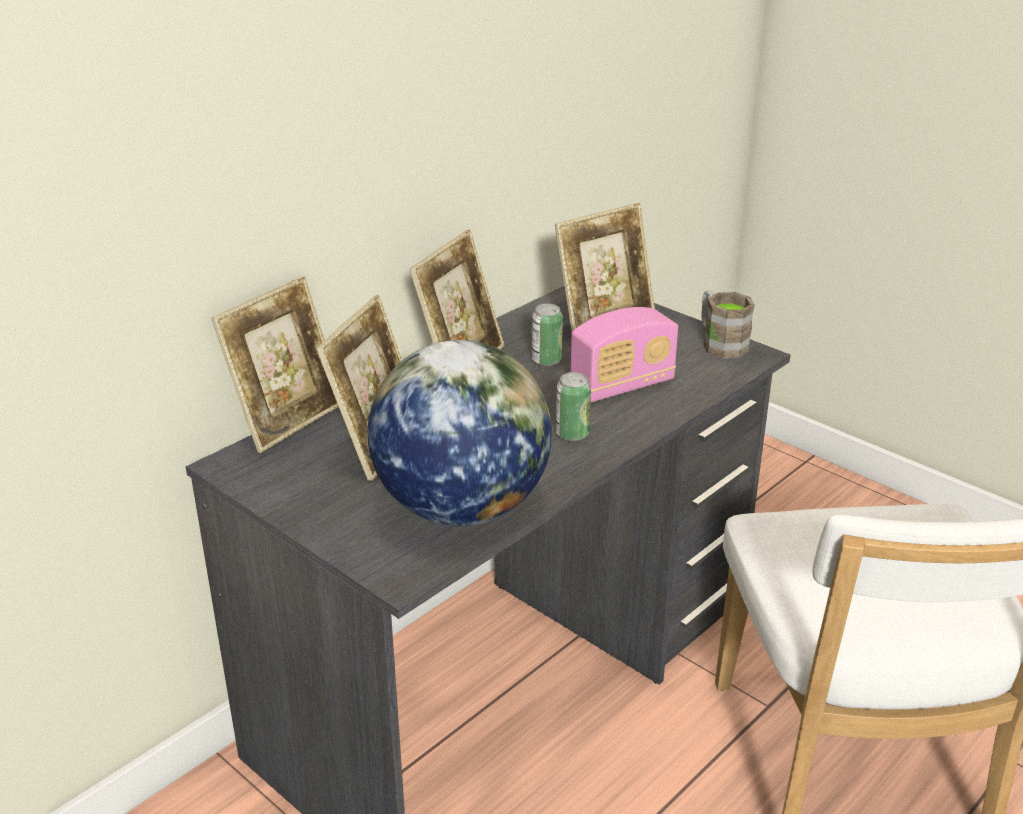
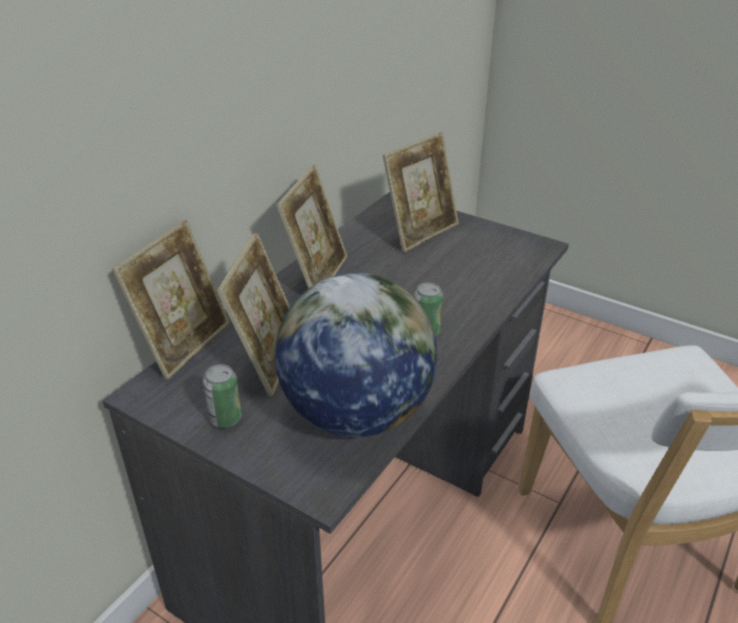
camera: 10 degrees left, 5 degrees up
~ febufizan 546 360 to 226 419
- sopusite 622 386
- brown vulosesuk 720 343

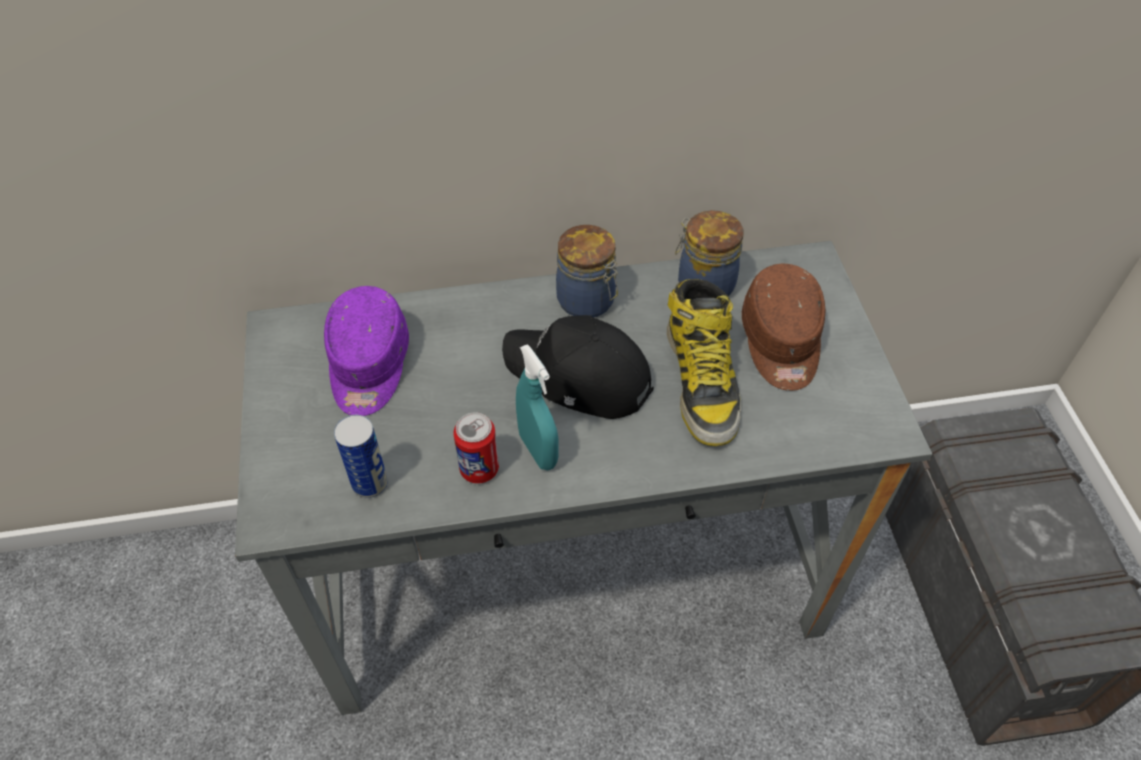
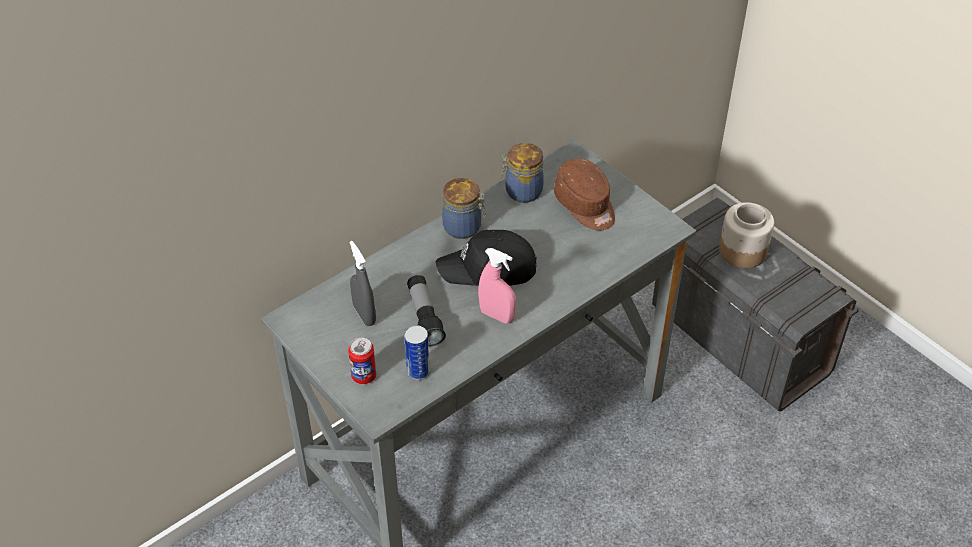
camera: 30 degrees left, 5 degrees down
~ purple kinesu 368 366 to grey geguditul 364 315
~ febufizan 479 469 to 364 376
~ turquoise geguditul 538 450 to pink geguditul 497 315
- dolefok 701 381
+ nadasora 425 317
+ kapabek 742 251

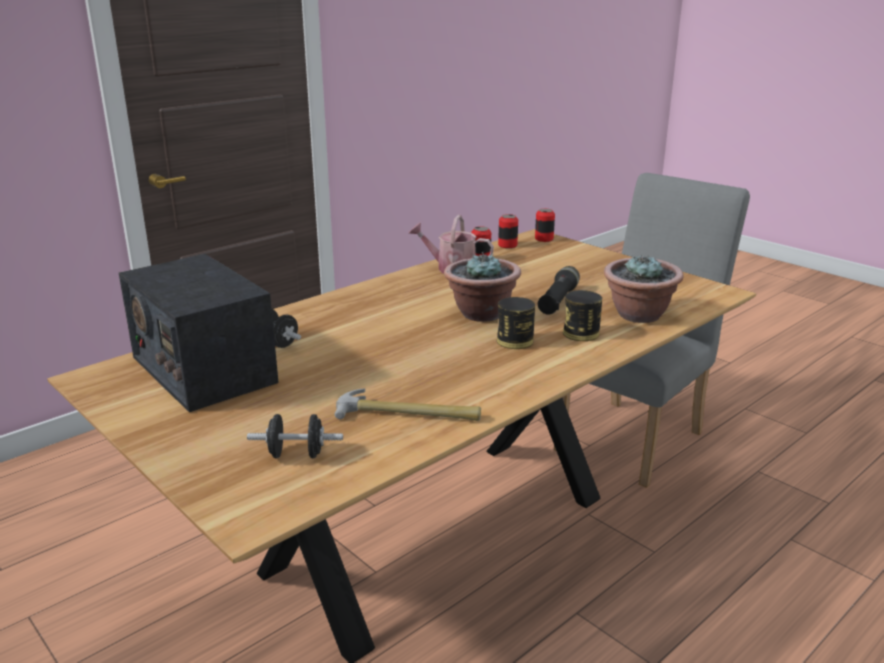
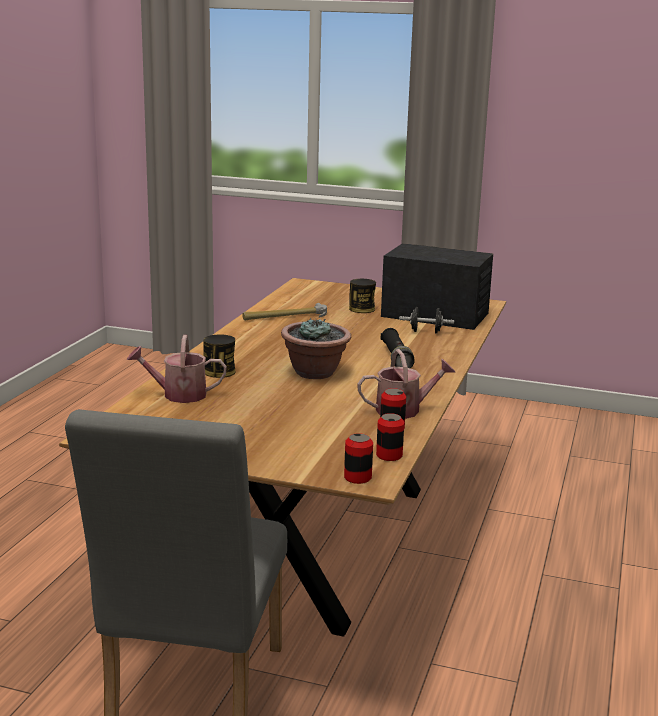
camera: 150 degrees right, 5 degrees down
- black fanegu 296 454
~ febufizan 515 341 to 362 309
~ black nadasora 558 301 to 396 358
~ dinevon 638 315 to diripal 178 395

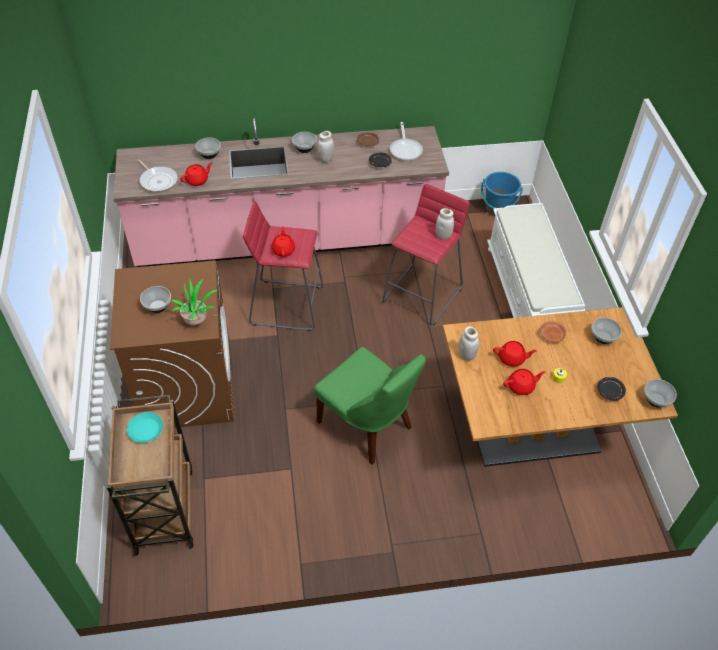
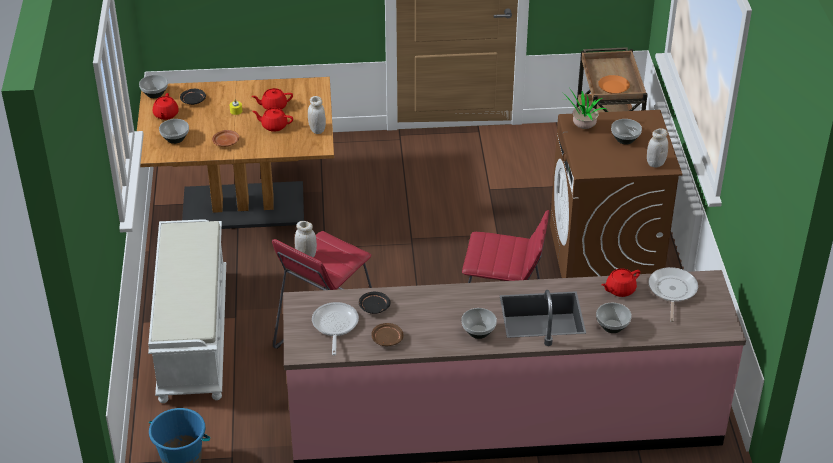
camera: 175 degrees left, 10 degrees down
~ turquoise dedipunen 145 430 to orange dedipunen 613 87
~ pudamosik 158 180 = 672 291 45 degrees clockwise
~ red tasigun 283 250 to 165 115
- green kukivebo 368 427
~ white kapabek 326 159 to 655 163

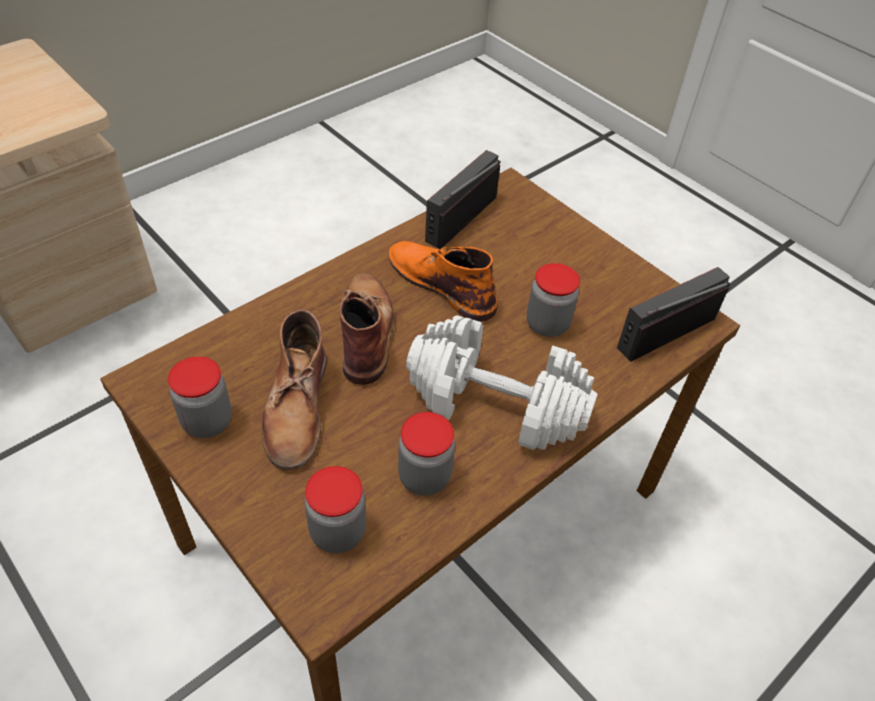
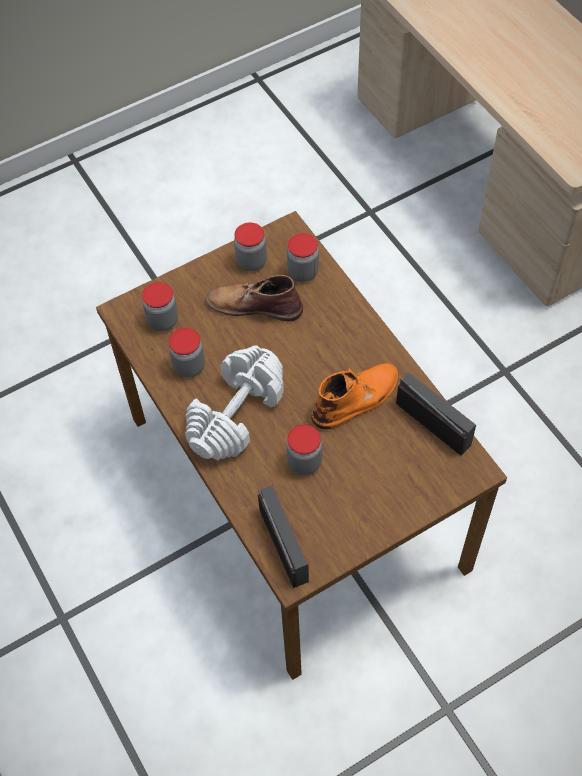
camera: 105 degrees right, 10 degrees up
- brown dolefok 366 330
+ kapabek 303 272

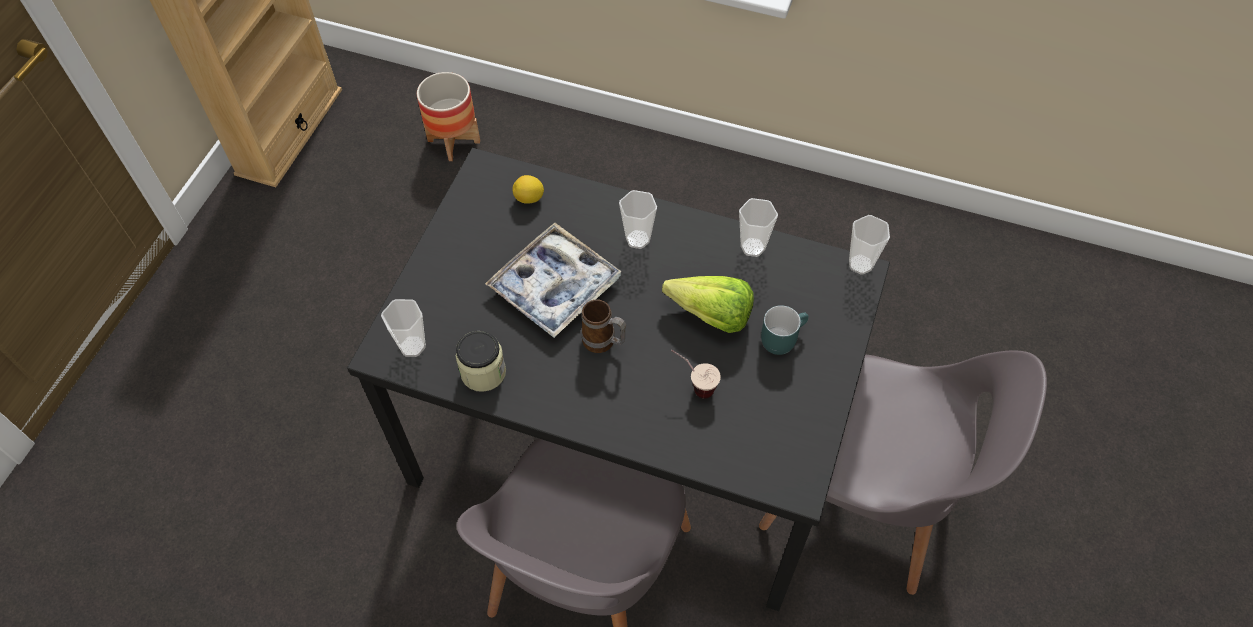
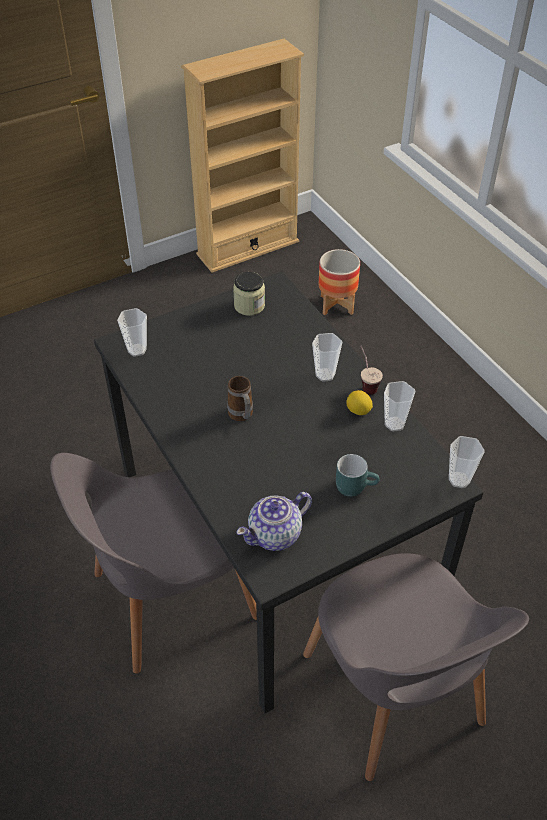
camera: 40 degrees right, 10 degrees down
~ kapabek 483 372 to 249 306
- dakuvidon 555 286
~ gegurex 529 198 to 358 411
- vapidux 705 312
~ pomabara 693 385 to 366 384
+ tasigun 275 534

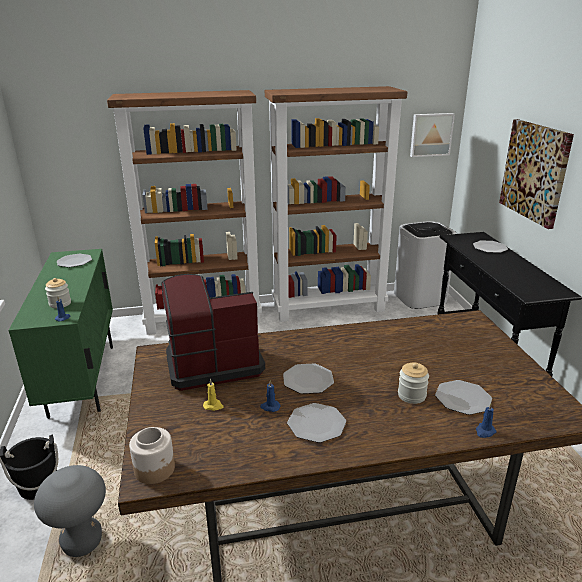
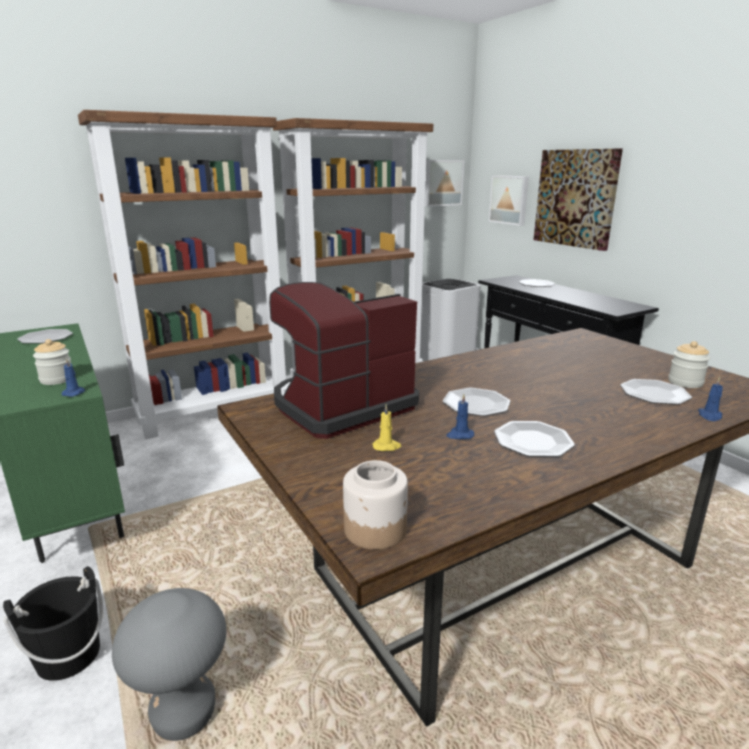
camera: 20 degrees left, 5 degrees down
~ kapabek 411 395 to 685 382
+ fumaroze 509 199

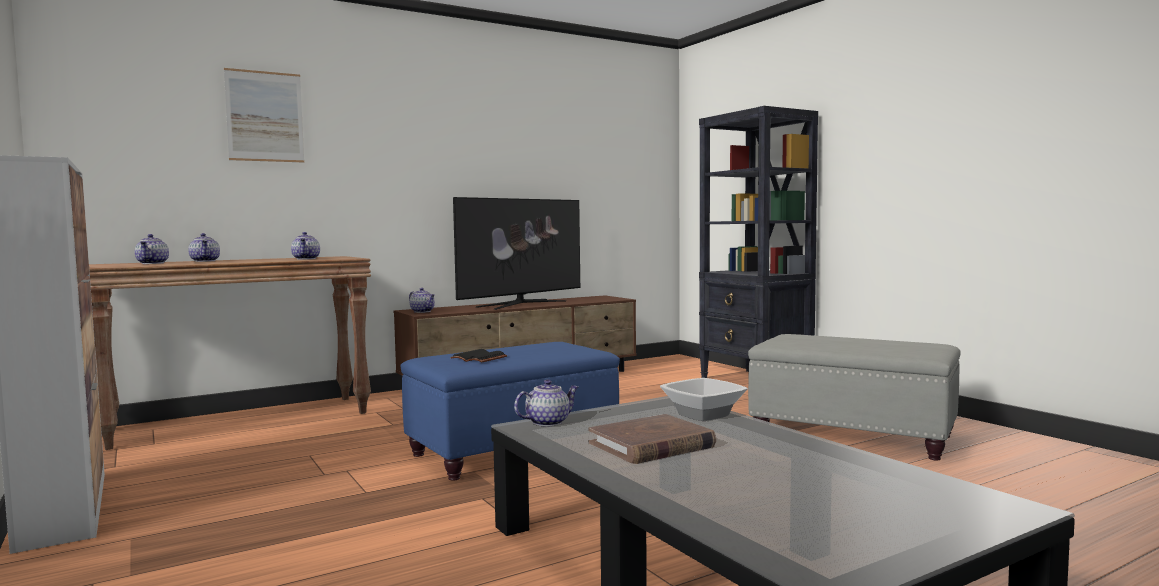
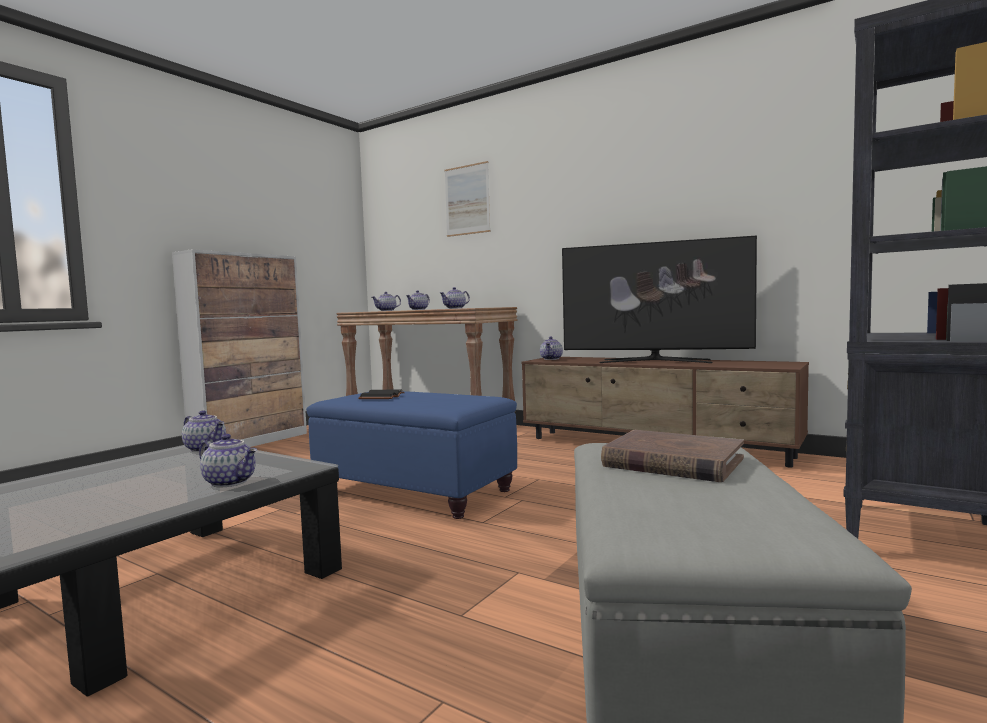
camera: 65 degrees right, 0 degrees up
~ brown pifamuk 651 445 to 672 462
~ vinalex 702 414 to tasigun 231 482

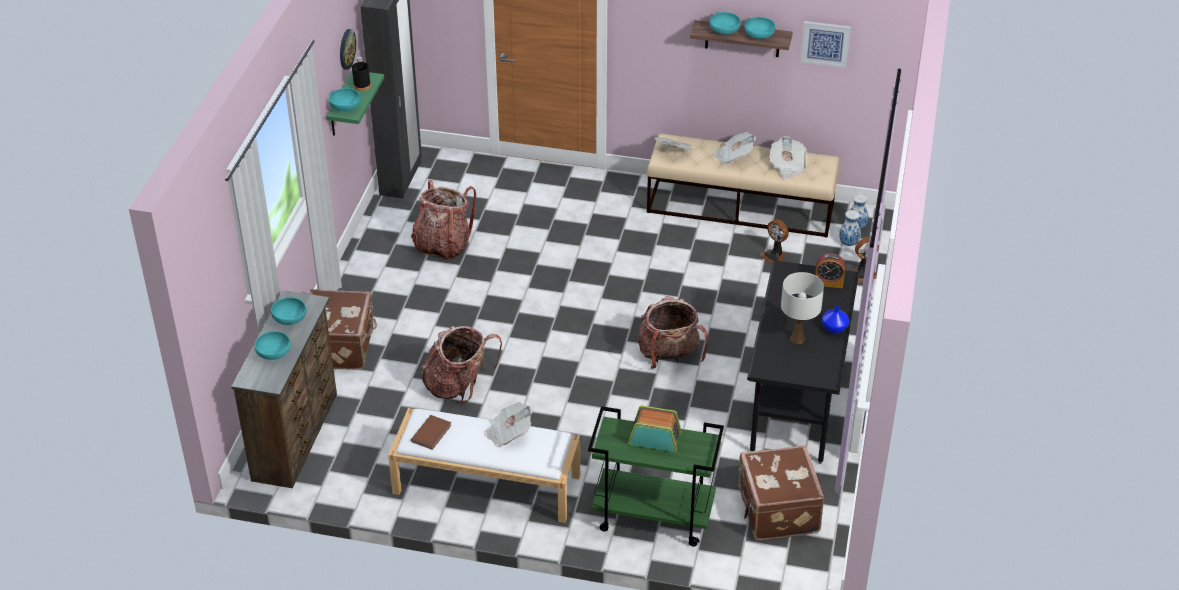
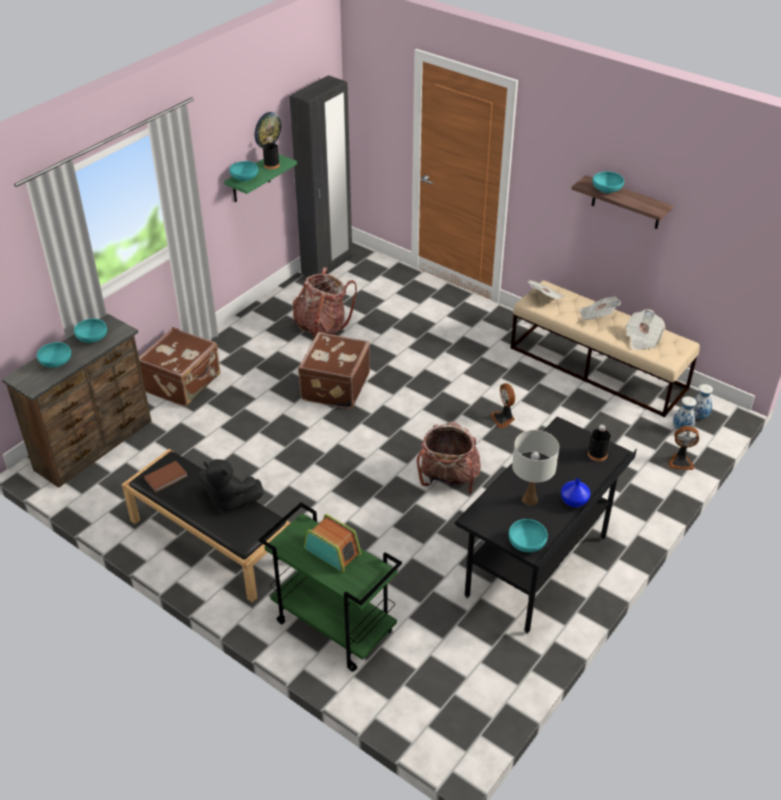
camera: 25 degrees right, 0 degrees up
~ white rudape 485 484 to black rudape 210 540
- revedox 458 386
~ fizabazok 508 433 to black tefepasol 229 500
~ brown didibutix 776 511 to 334 387
~ turquoise vinalex 759 35 to 526 543
~ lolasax 774 256 to 503 419
- fumaroze 825 43
~ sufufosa 828 282 to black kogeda 597 454

